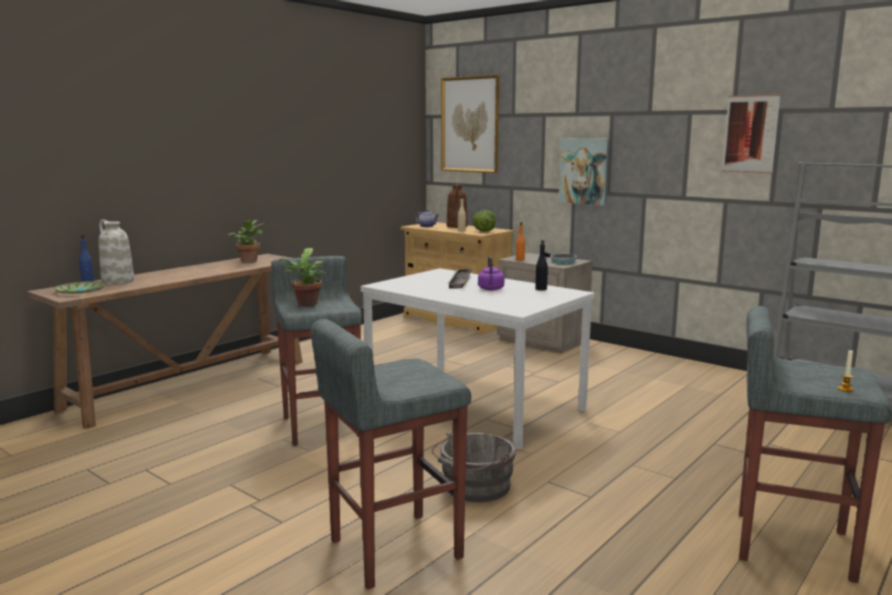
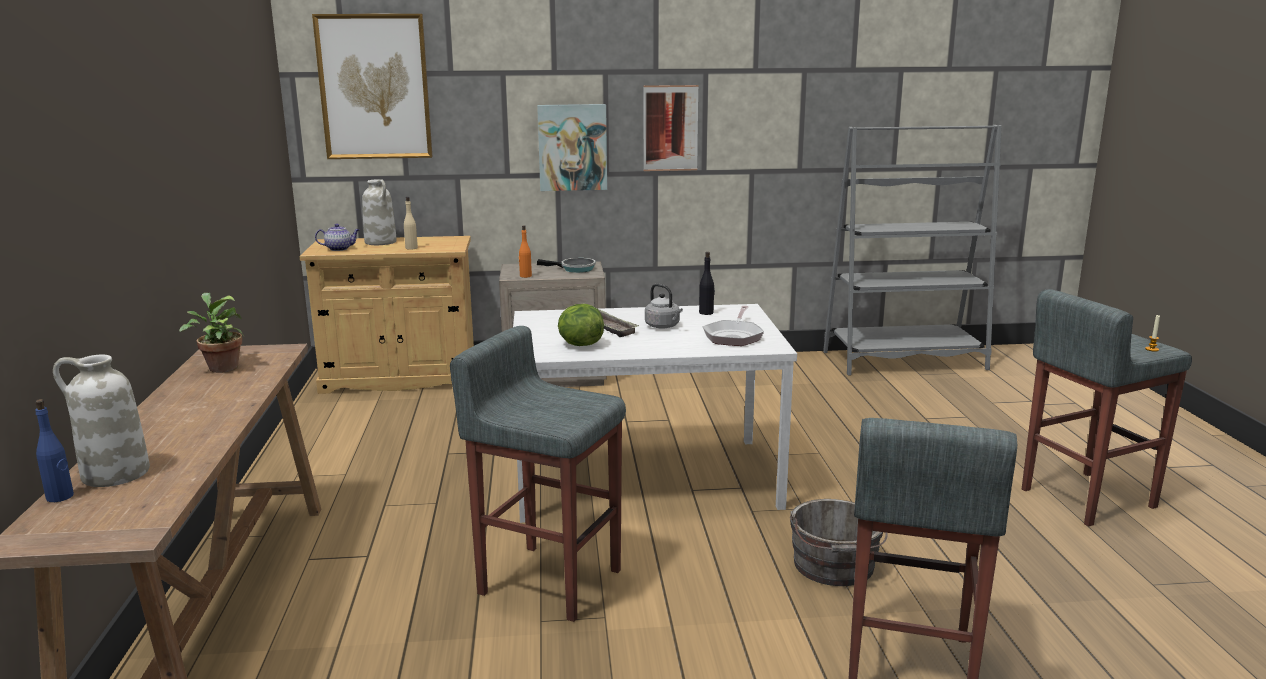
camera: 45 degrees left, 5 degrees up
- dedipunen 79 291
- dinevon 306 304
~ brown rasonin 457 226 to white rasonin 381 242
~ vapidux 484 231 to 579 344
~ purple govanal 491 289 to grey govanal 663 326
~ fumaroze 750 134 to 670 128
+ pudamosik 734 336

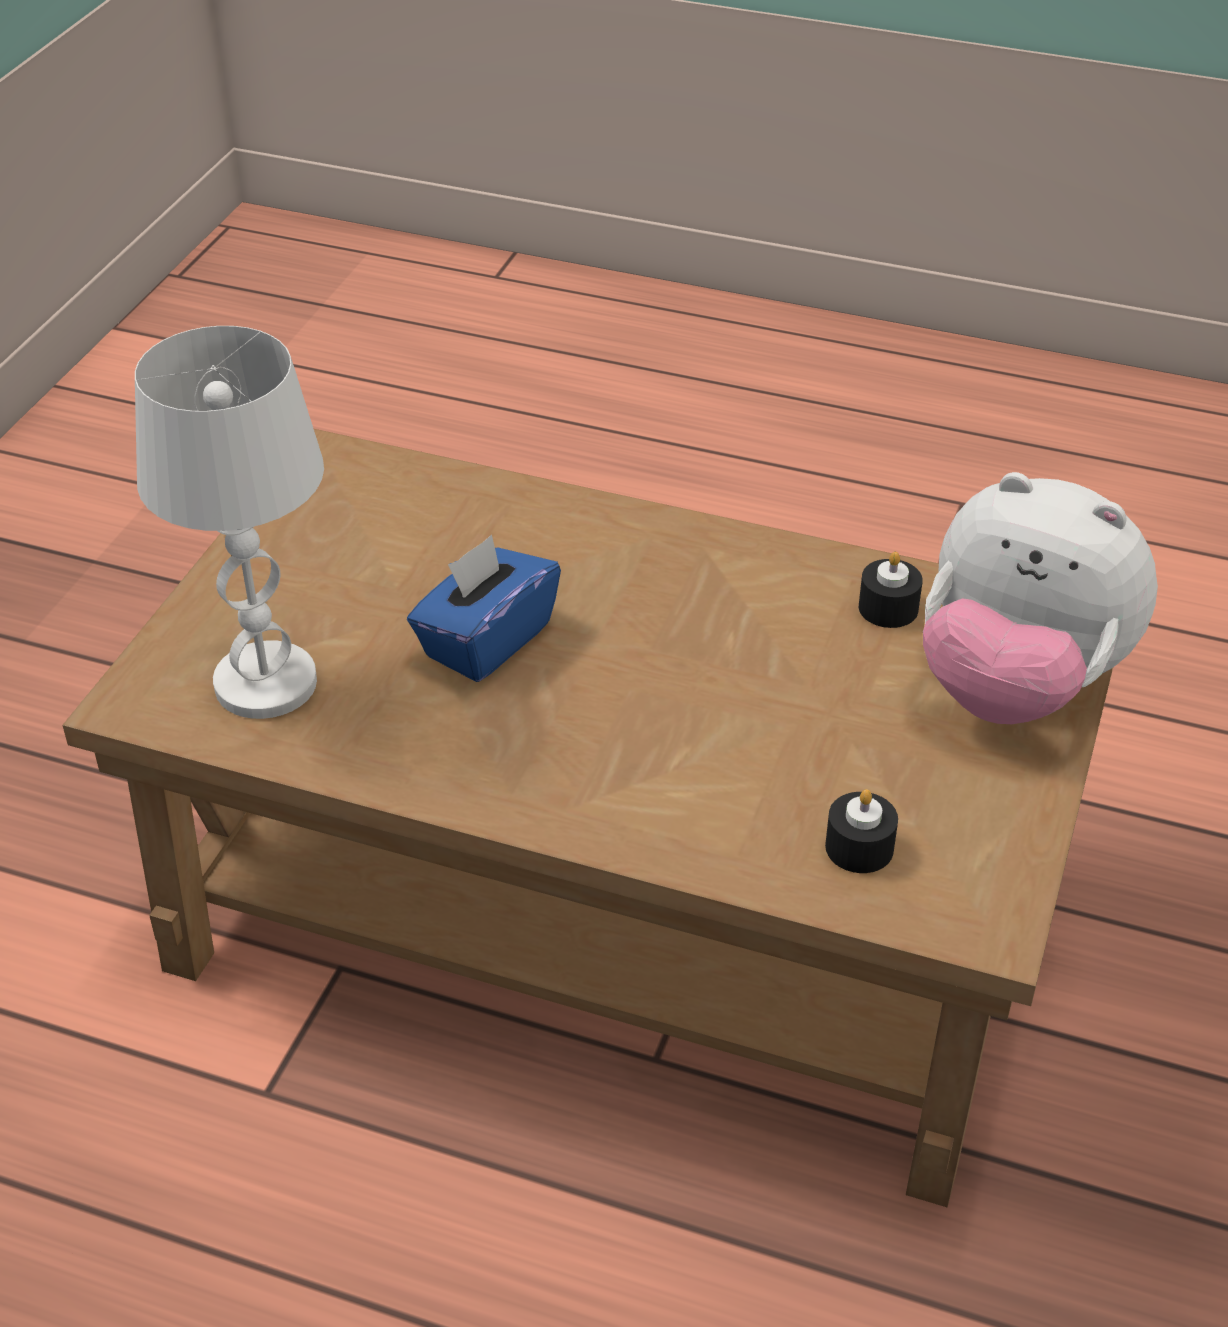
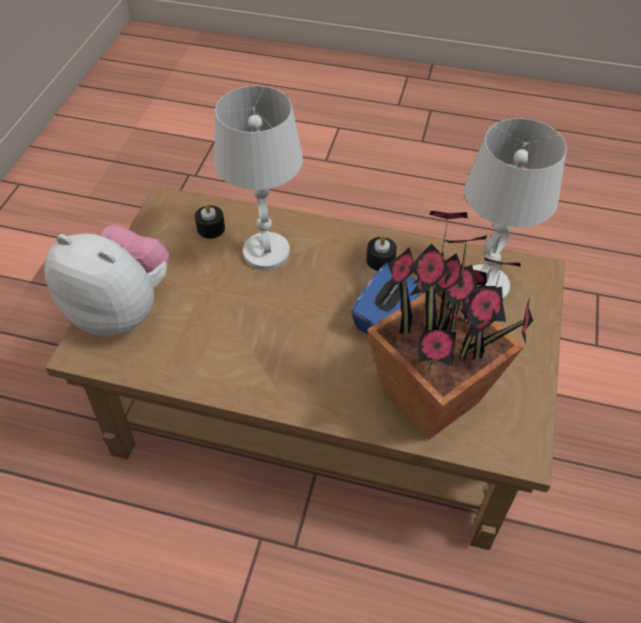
camera: 175 degrees right, 10 degrees up
~ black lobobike 888 608 to 380 260
+ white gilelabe 266 252
+ dinevon 432 397

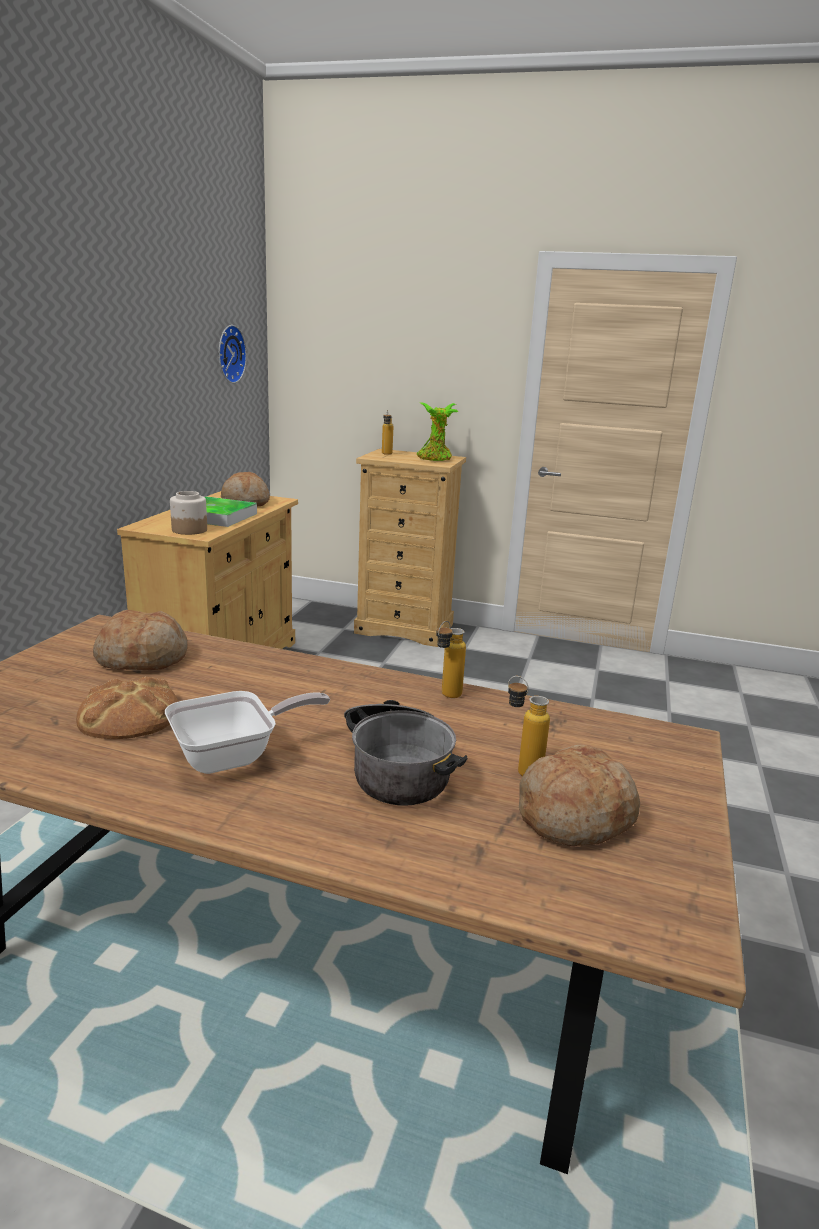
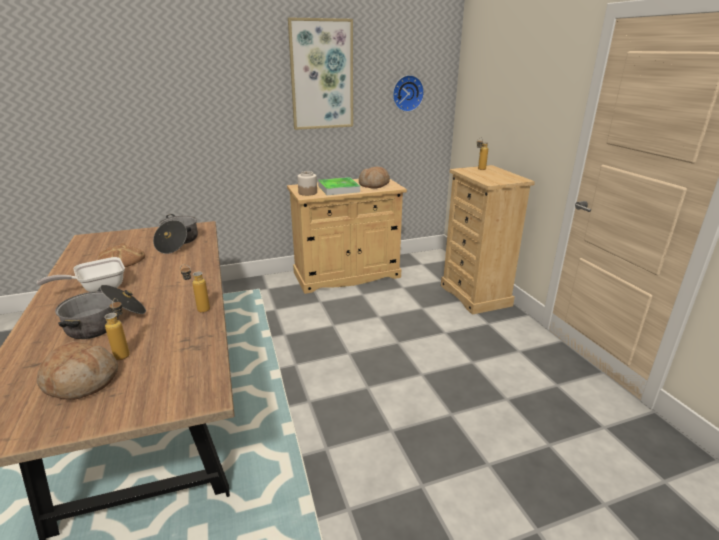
camera: 55 degrees right, 5 degrees up
~ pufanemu 143 658 to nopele 177 242
~ pudamosik 234 756 = 97 288 120 degrees clockwise
- dinevon 435 459
+ fumaroze 321 75

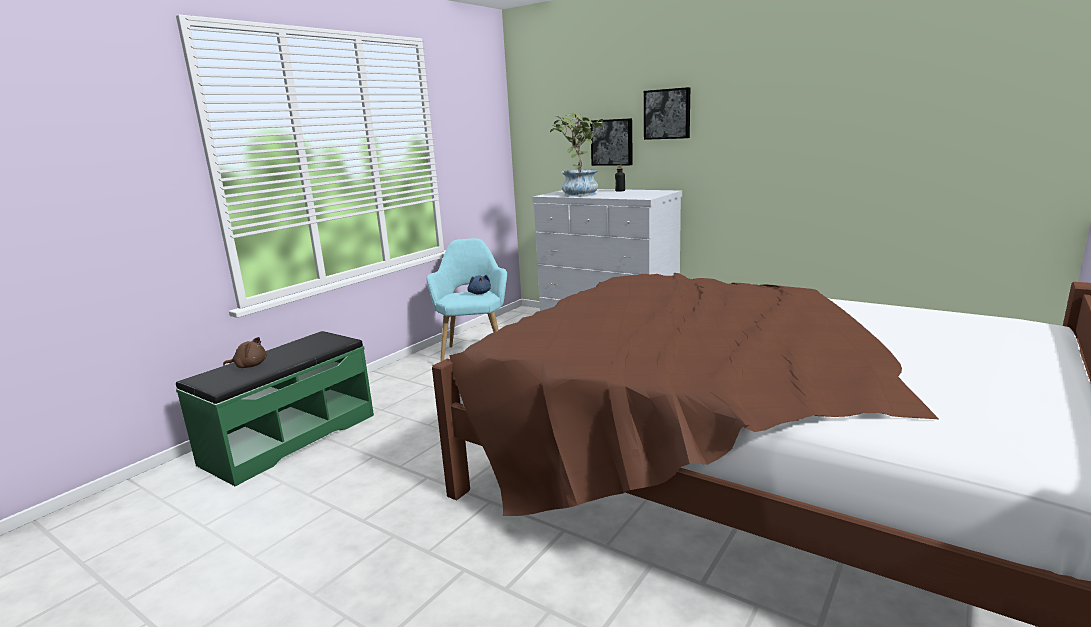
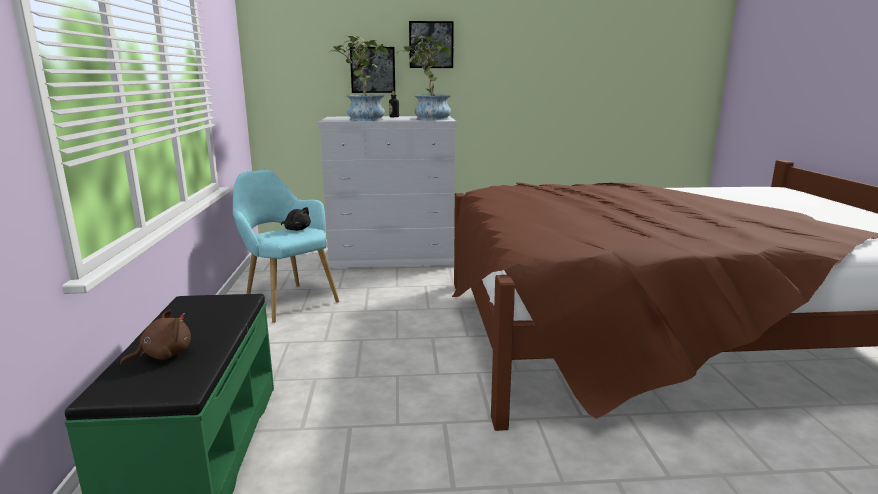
camera: 40 degrees left, 0 degrees up
~ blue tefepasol 479 293 to black tefepasol 297 229
+ dinevon 428 118

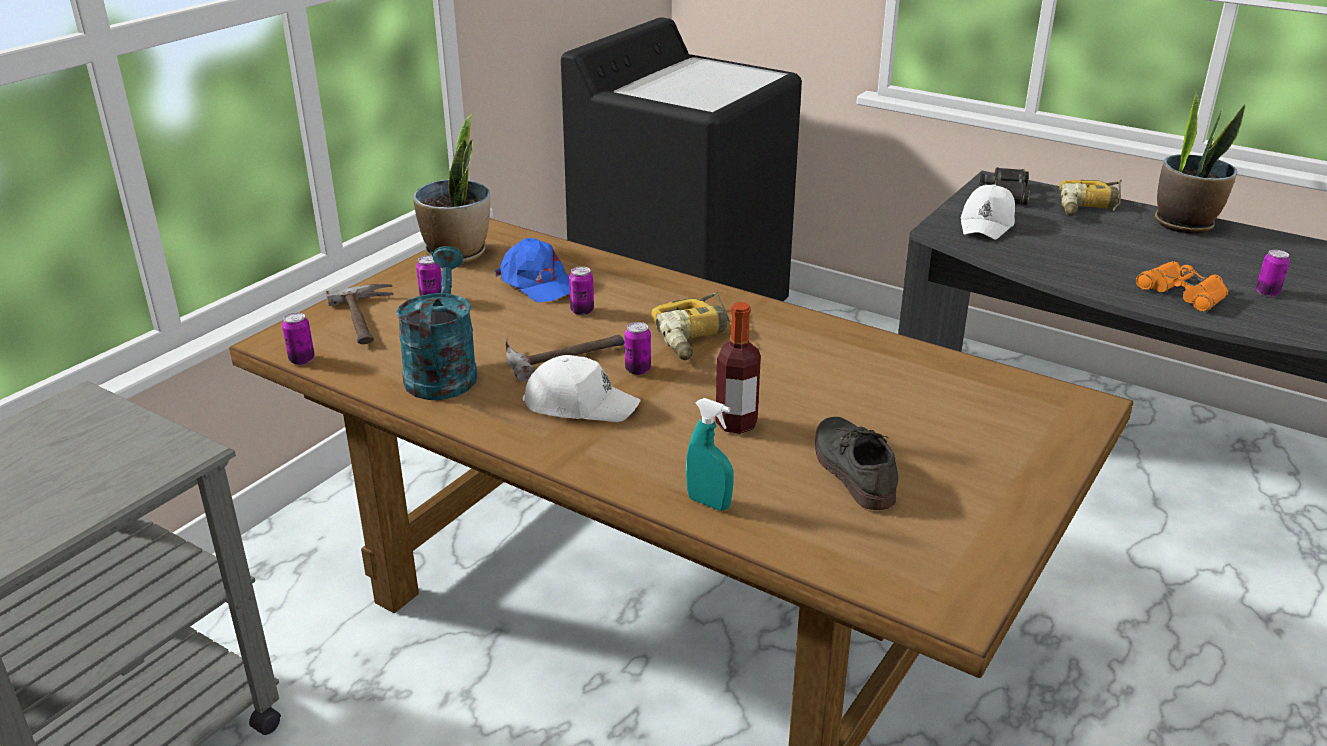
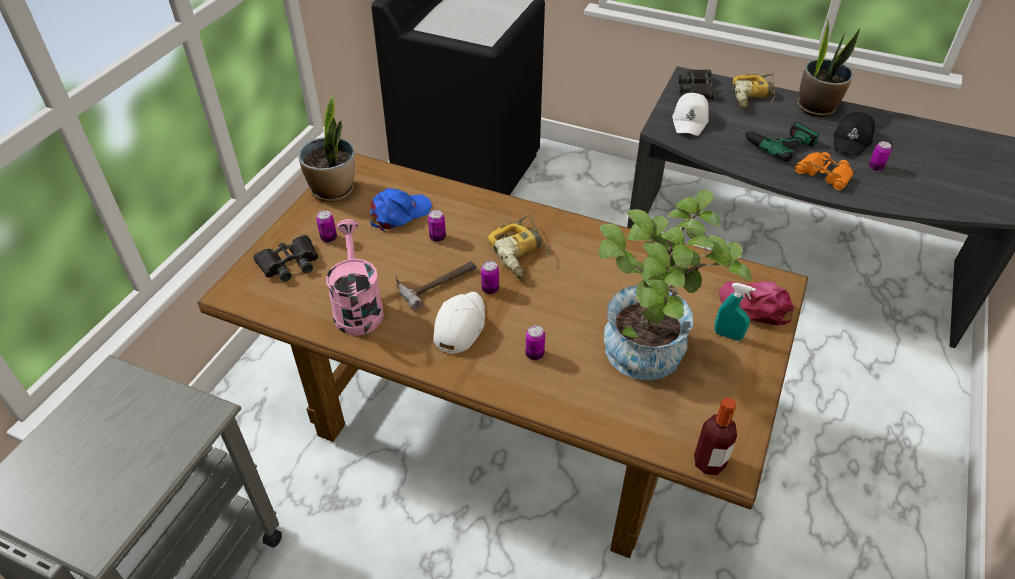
camera: 10 degrees left, 15 degrees up
~ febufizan 302 360 to 534 354
~ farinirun 368 319 to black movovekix 289 263
~ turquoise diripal 442 371 to pink diripal 357 307
~ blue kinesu 537 283 = 399 214 75 degrees counterclockwise
~ white kinesu 580 404 = 459 326 75 degrees counterclockwise
~ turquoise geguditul 708 503 to 728 335
~ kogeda 736 424 to 709 463
~ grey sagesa 851 468 to dinevon 647 359
+ pink kinesu 756 306
+ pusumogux 773 140
+ black kinesu 852 140

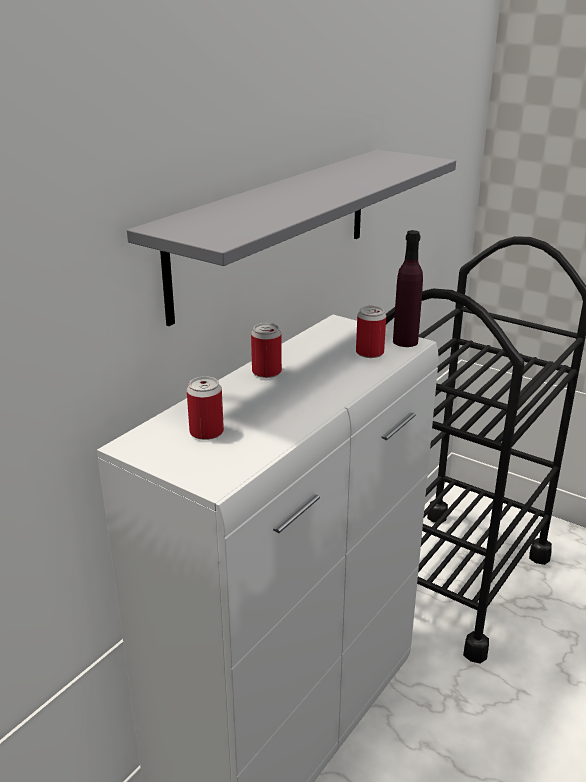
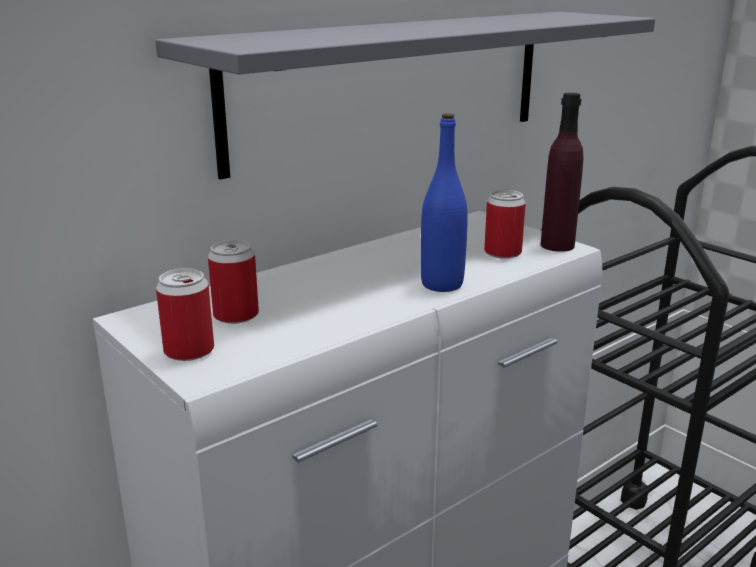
camera: 15 degrees right, 5 degrees down
~ febufizan 266 372 to 189 351
+ blue kogeda 442 284

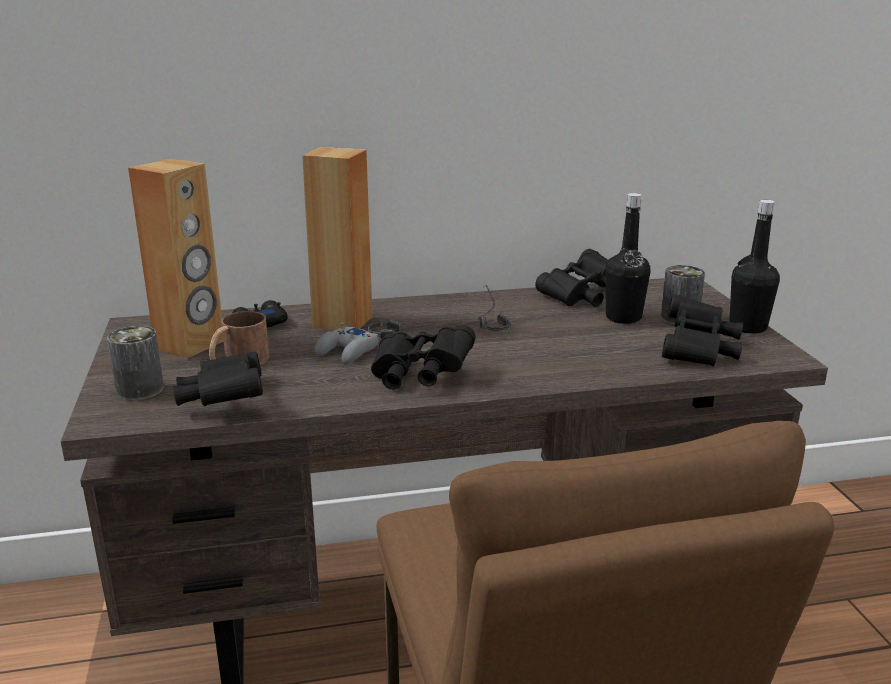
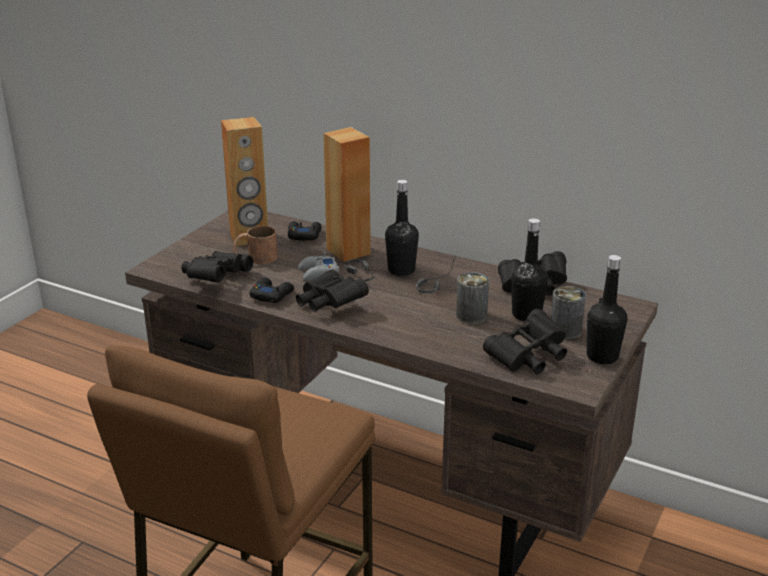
camera: 40 degrees right, 5 degrees up
~ febufizan 140 390 to 471 316
+ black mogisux 271 295
+ black kogeda 401 270

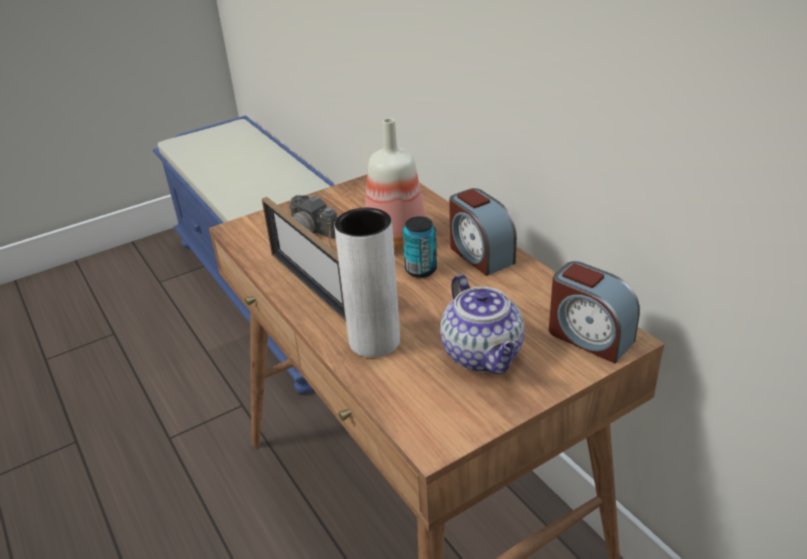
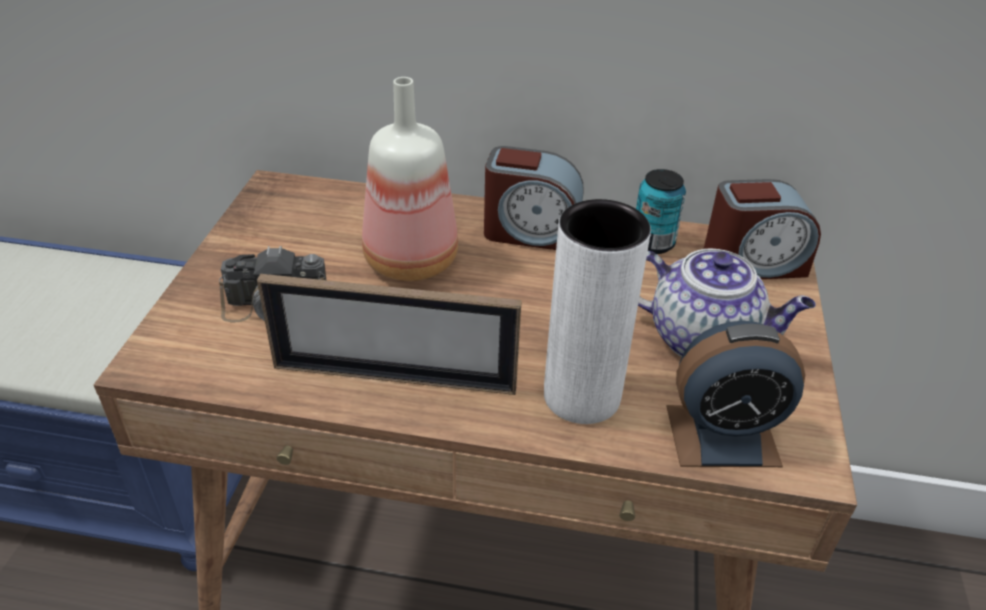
camera: 50 degrees left, 5 degrees up
~ febufizan 421 270 to 652 243
+ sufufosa 722 435

